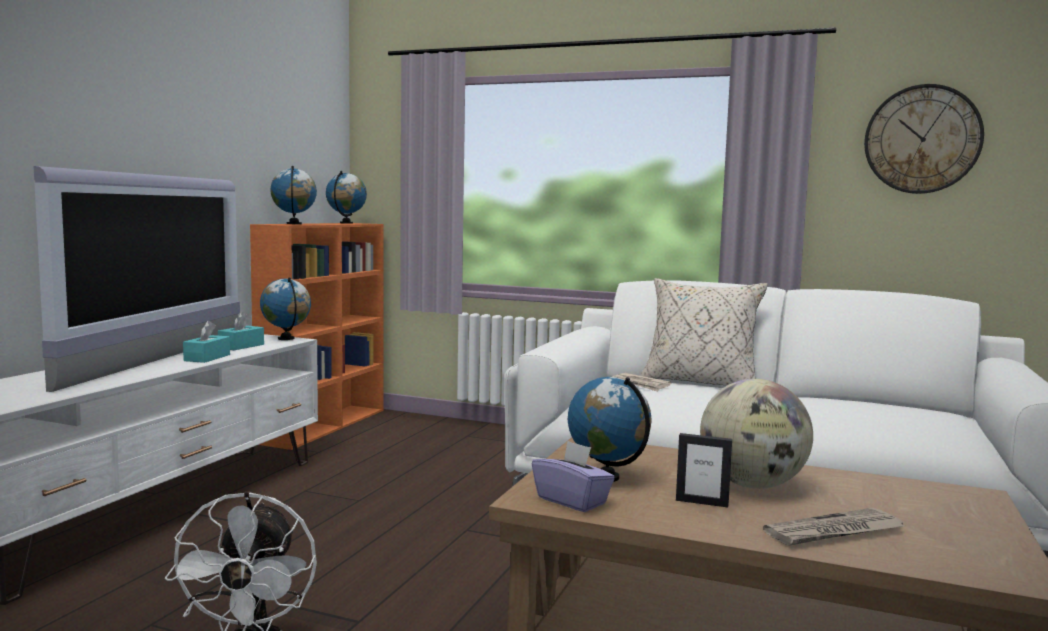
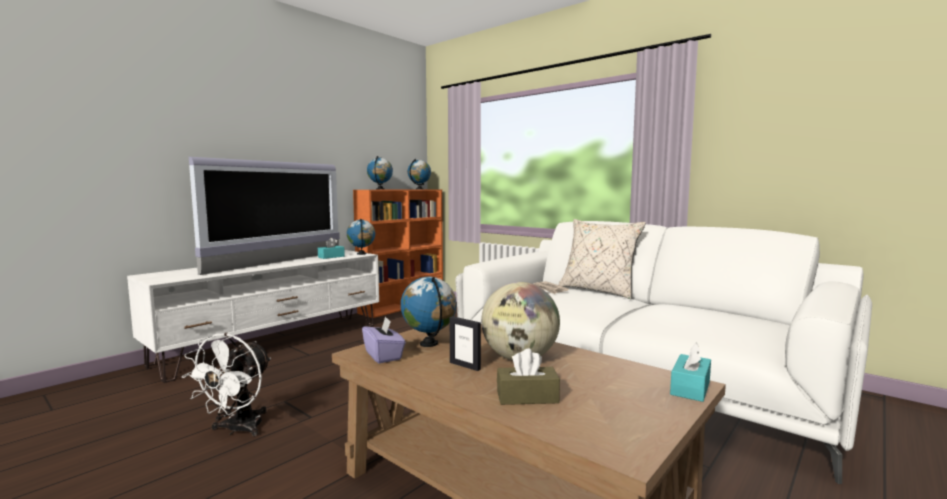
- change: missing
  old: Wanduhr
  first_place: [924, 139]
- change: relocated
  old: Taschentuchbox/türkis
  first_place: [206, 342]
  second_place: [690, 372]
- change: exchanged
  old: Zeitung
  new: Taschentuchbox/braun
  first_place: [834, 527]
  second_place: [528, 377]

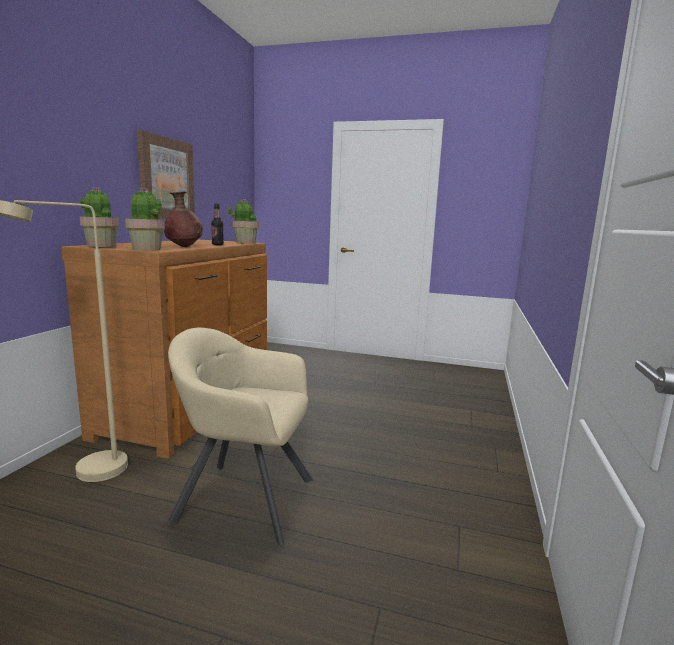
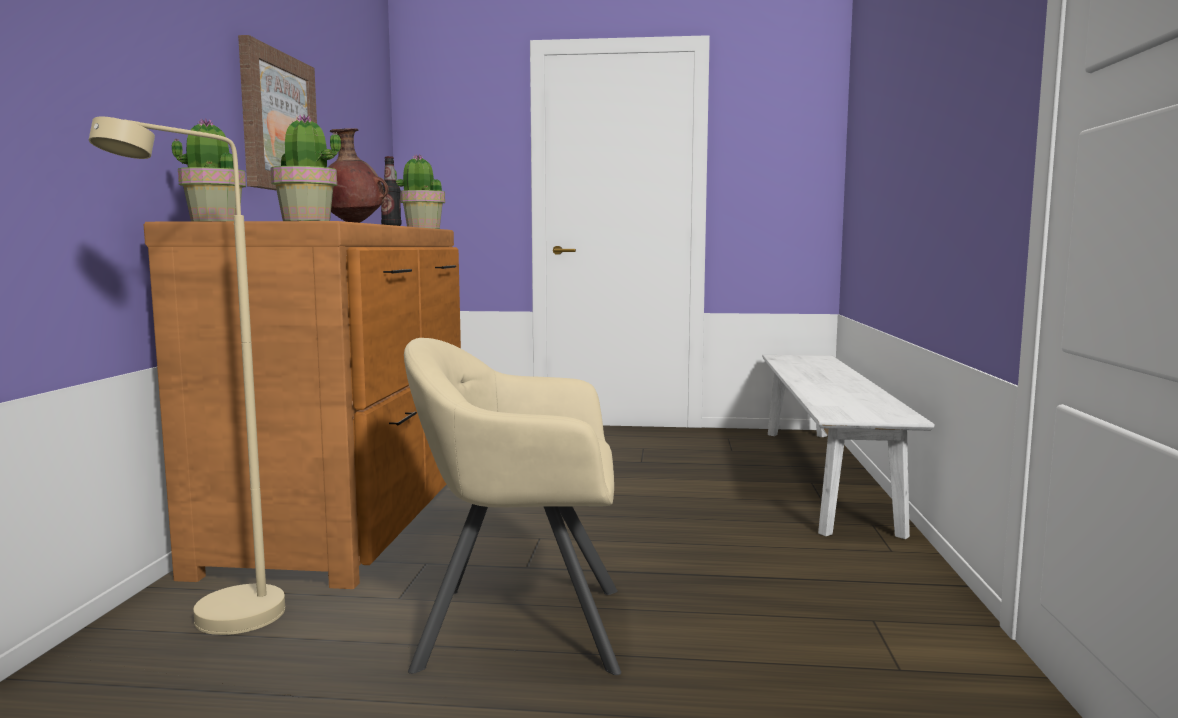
- change: appeared
  new: Bank/weiß
  second_place: [848, 447]

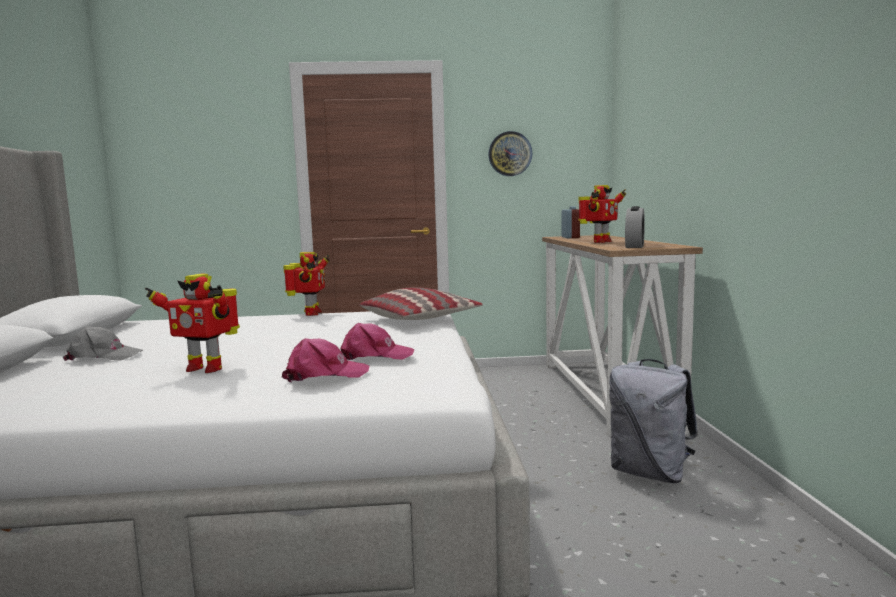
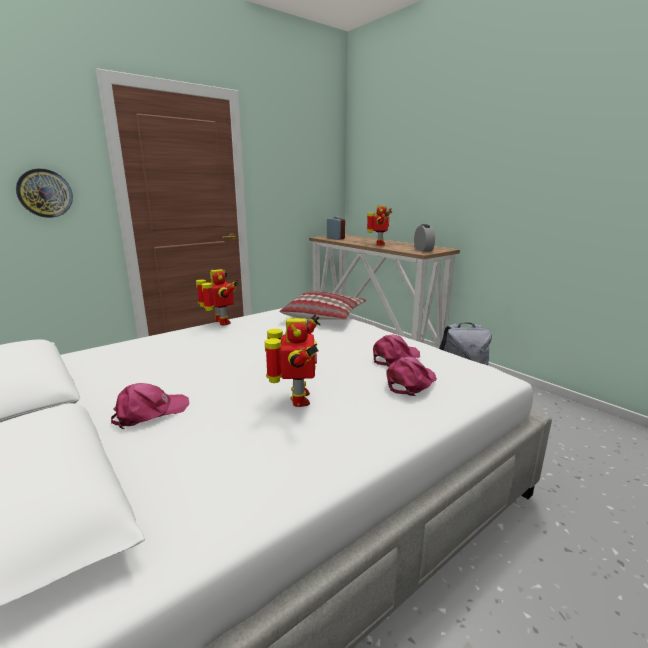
- change: relocated
  old: Wanduhr
  first_place: [510, 153]
  second_place: [44, 193]
- change: spun
  old: Spielzeugroboter
  first_place: [192, 323]
  second_place: [292, 360]
  degrees: -75
- change: colour
  old: Kappe/grau
  new: Kappe/rosa
  first_place: [103, 343]
  second_place: [150, 406]

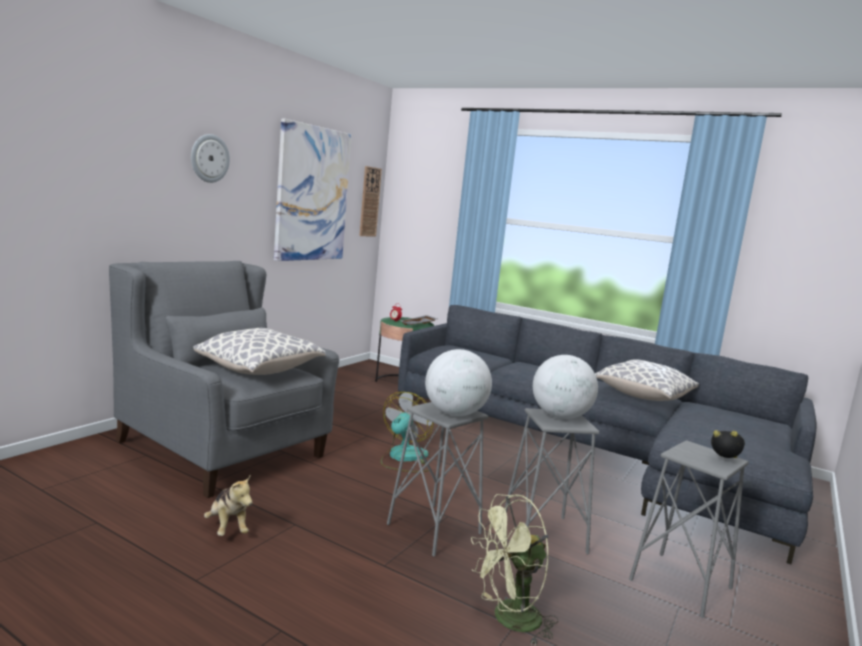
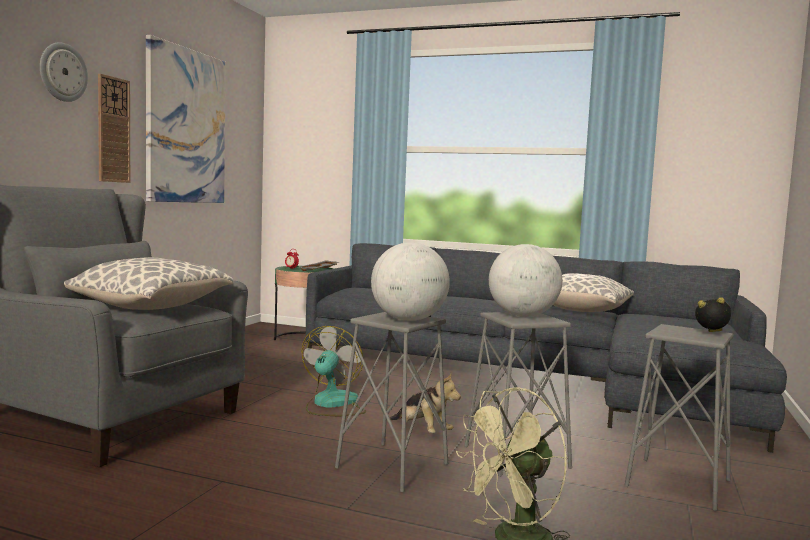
- change: relocated
  old: Wanduhr
  first_place: [370, 201]
  second_place: [114, 128]
- change: relocated
  old: Plüschtier
  first_place: [228, 505]
  second_place: [425, 402]

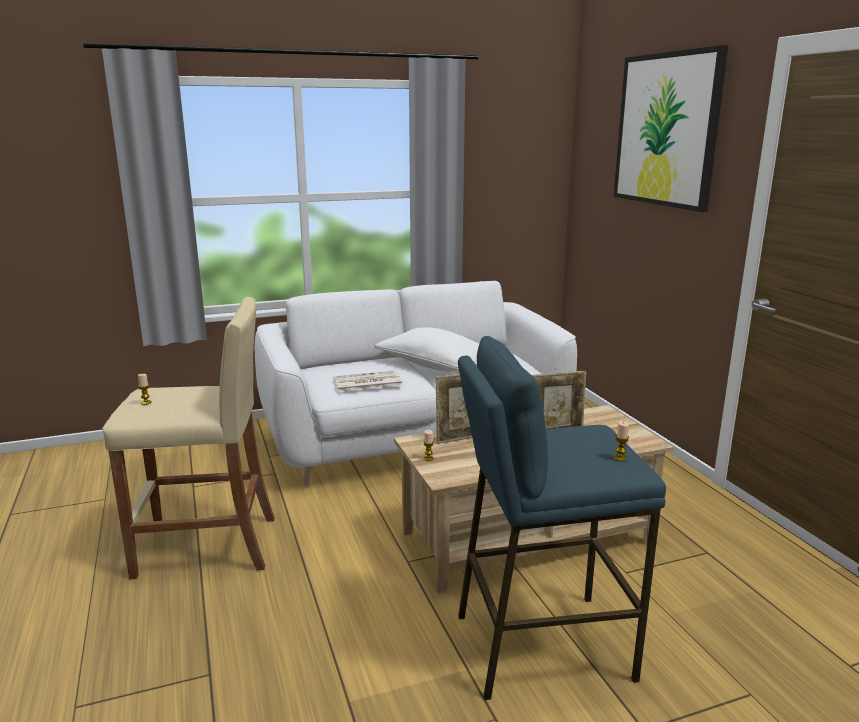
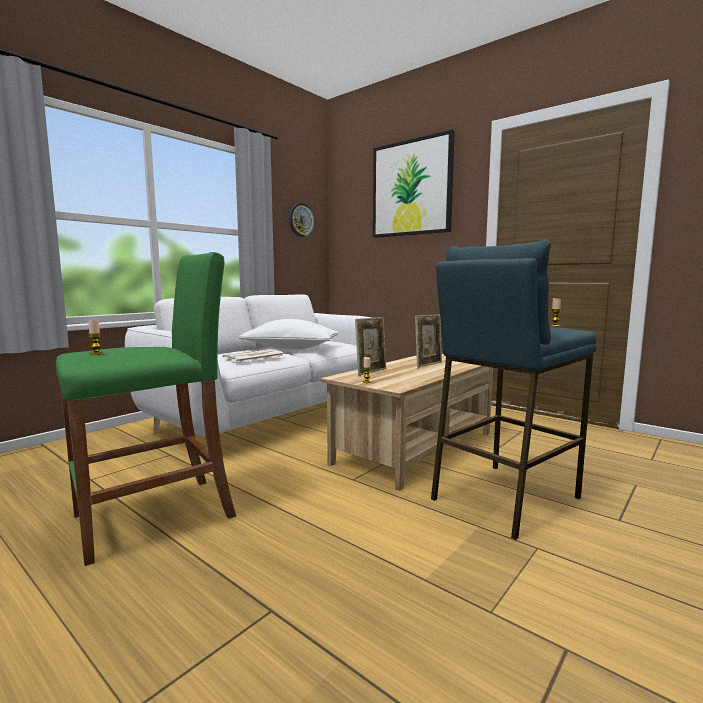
- change: colour
  old: Hocker/beige
  new: Hocker/grün
  first_place: [189, 438]
  second_place: [146, 409]
- change: appeared
  new: Wanduhr
  second_place: [302, 220]

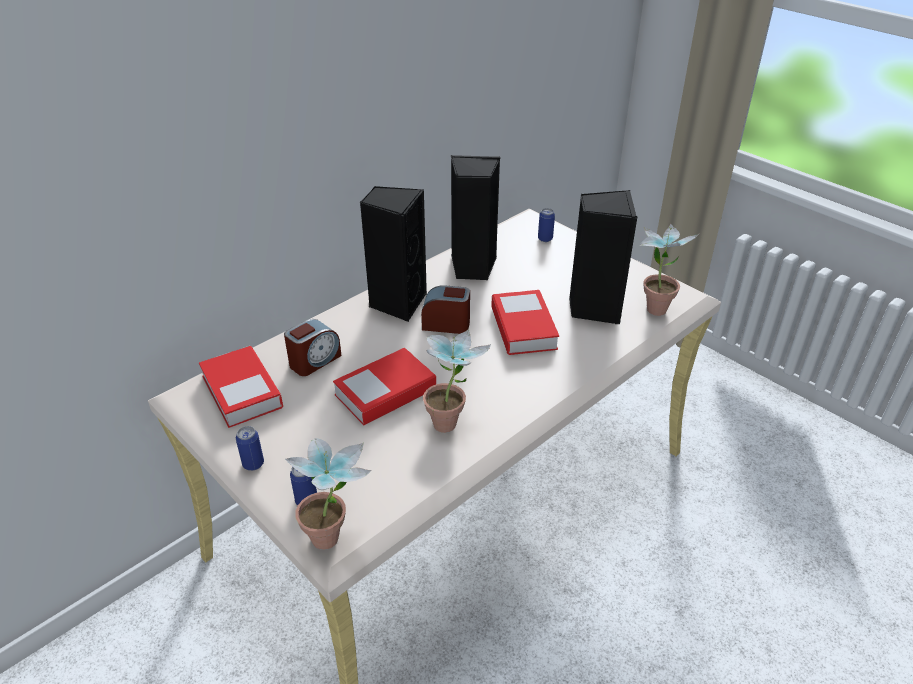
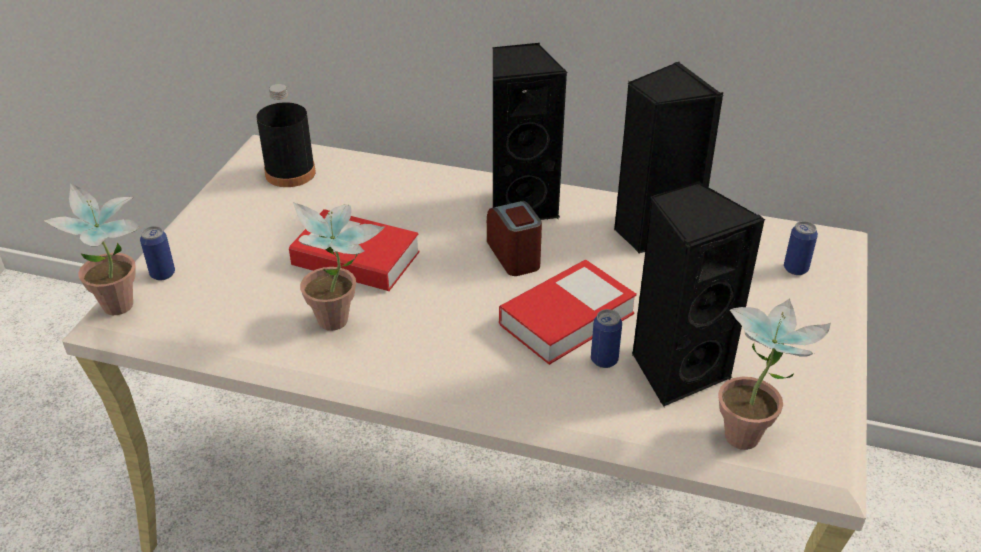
- change: missing
  old: Wecker
  first_place: [313, 347]
- change: exchanged
  old: Buch
  new: Flasche/schwarz
  first_place: [241, 387]
  second_place: [286, 135]
- change: relocated
  old: Dose
  first_place: [250, 448]
  second_place: [606, 338]

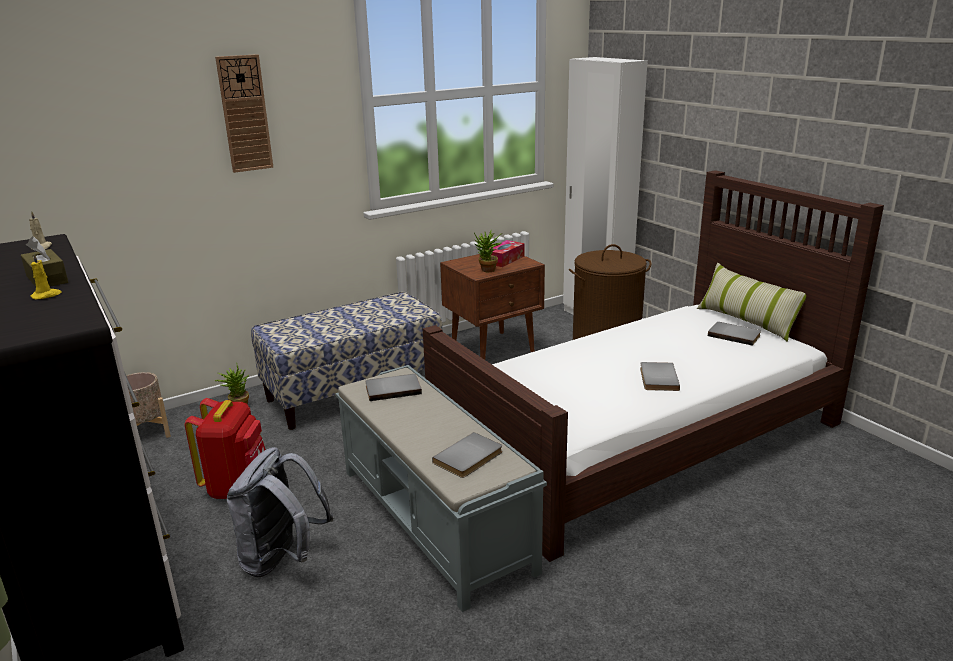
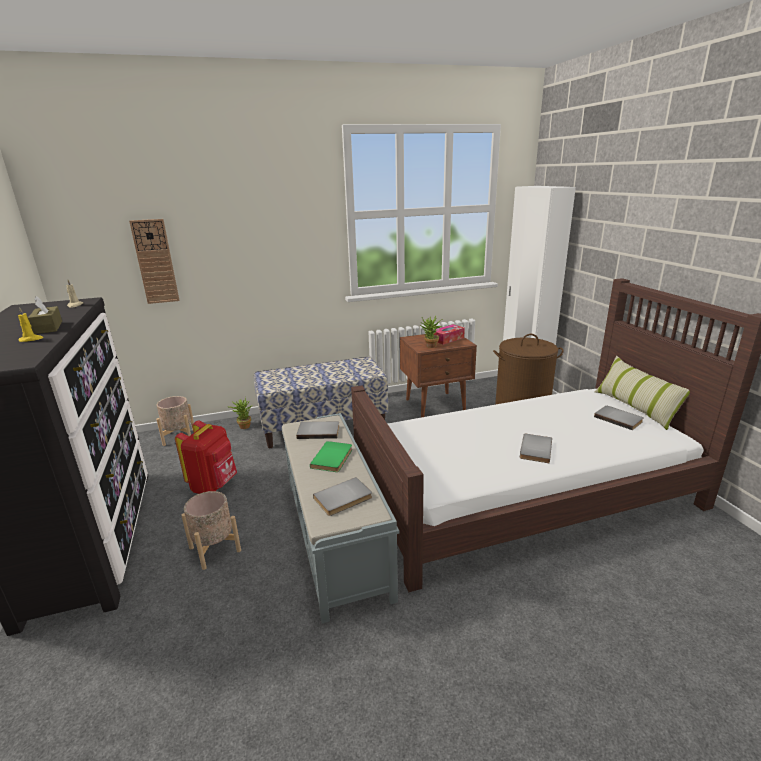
- change: relocated
  old: Wanduhr
  first_place: [244, 113]
  second_place: [154, 261]
- change: exchanged
  old: Rucksack/grau
  new: Pflanzkübel/beige
  first_place: [280, 512]
  second_place: [211, 530]
- change: appeared
  new: Buch/grün
  second_place: [331, 456]

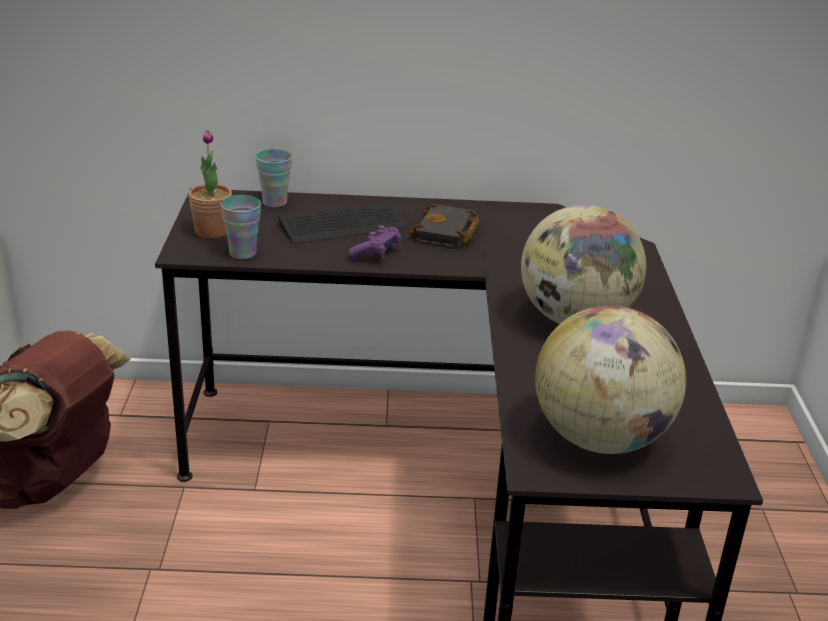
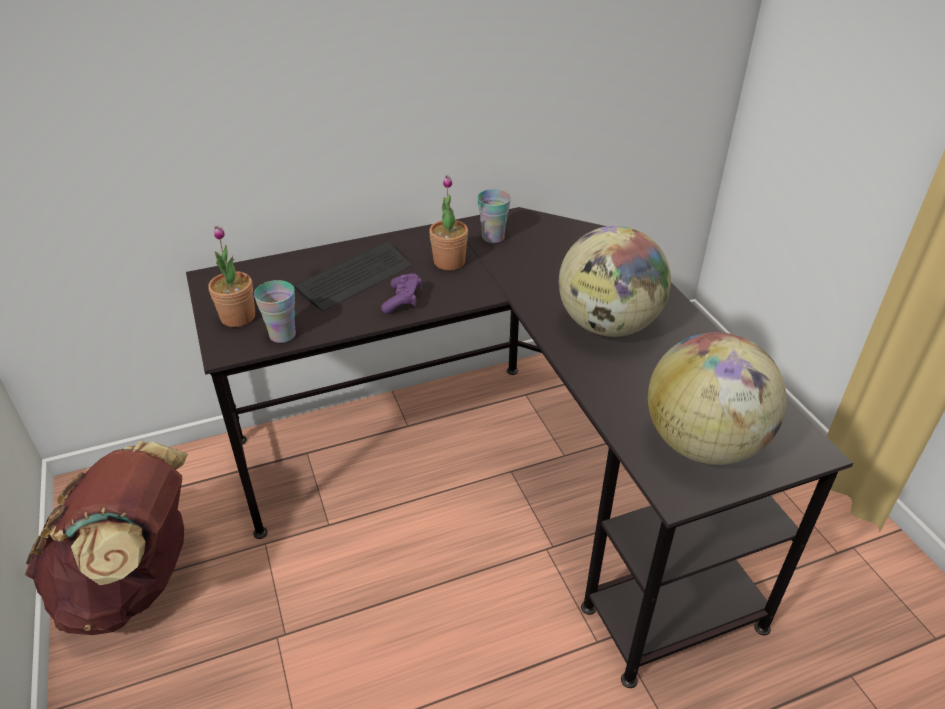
- change: relocated
  old: Tasse
  first_place: [273, 178]
  second_place: [494, 216]
- change: exchanged
  old: Buch/schwarz
  new: Topfpflanze
  first_place: [445, 225]
  second_place: [448, 222]

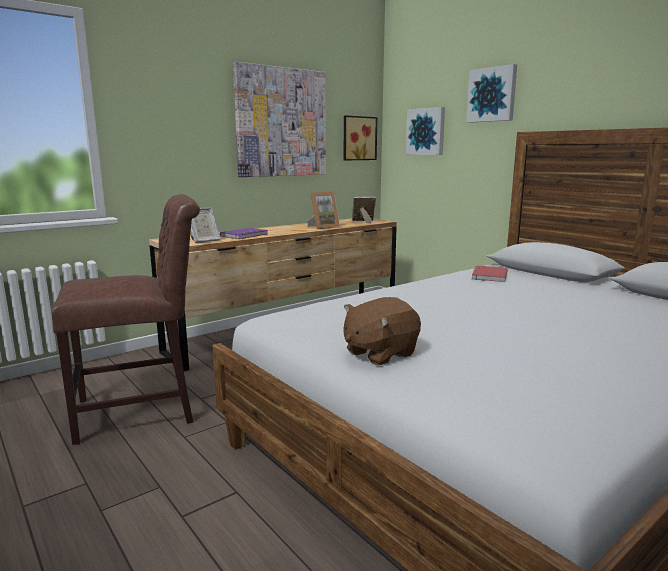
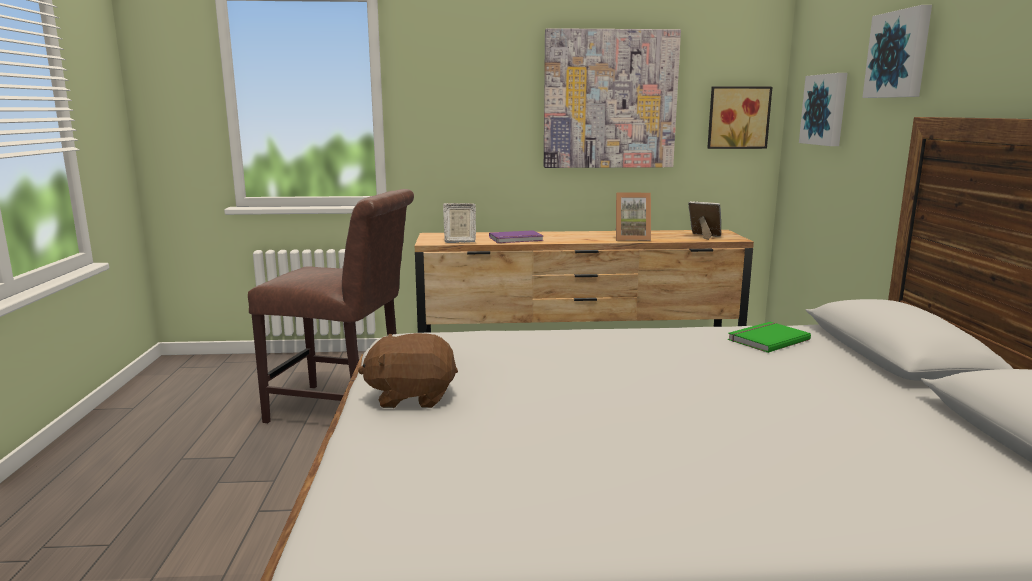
- change: colour
  old: Buch/rot
  new: Buch/grün
  first_place: [490, 273]
  second_place: [769, 337]

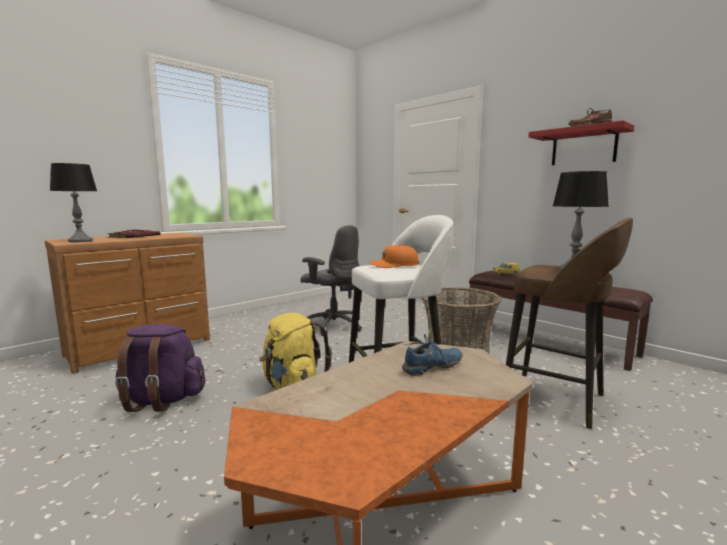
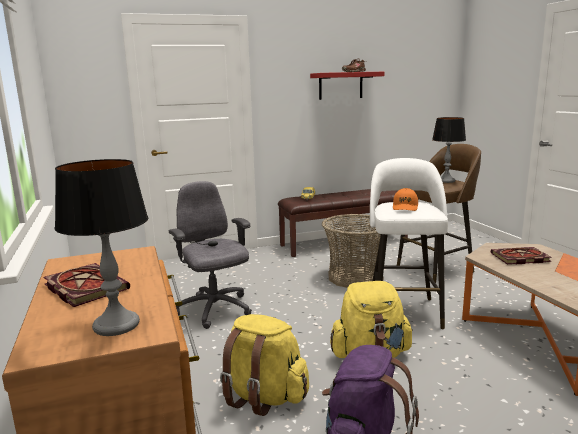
- change: spun
  old: Bürostuhl/grau
  first_place: [331, 280]
  second_place: [210, 255]
  degrees: -90
- change: exchanged
  old: Schuh/blau
  new: Buch
  first_place: [432, 355]
  second_place: [521, 255]
- change: appeared
  new: Rucksack/gelb
  second_place: [264, 365]

